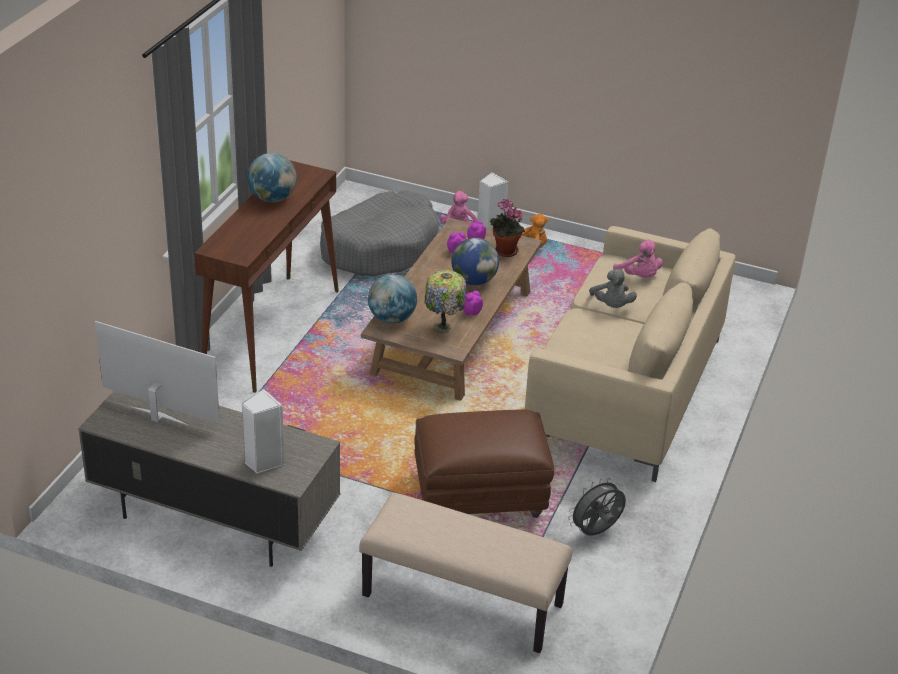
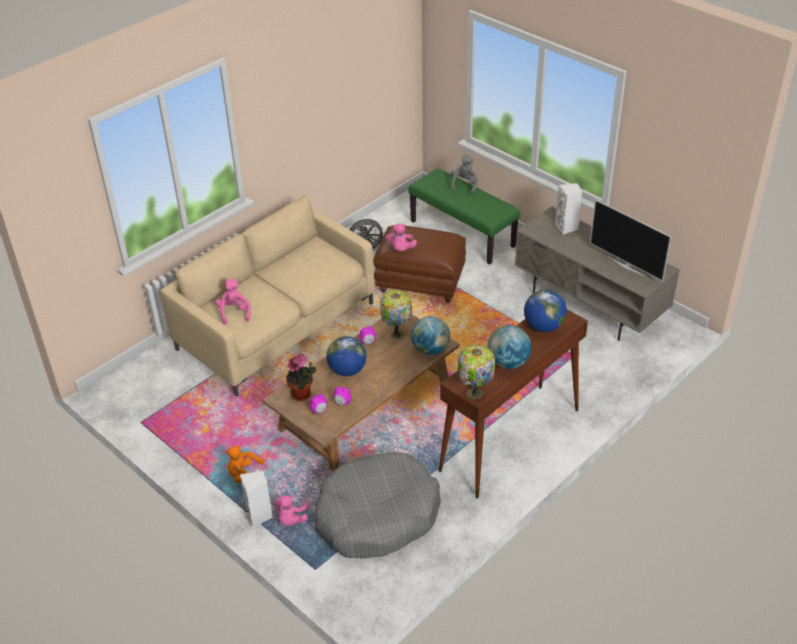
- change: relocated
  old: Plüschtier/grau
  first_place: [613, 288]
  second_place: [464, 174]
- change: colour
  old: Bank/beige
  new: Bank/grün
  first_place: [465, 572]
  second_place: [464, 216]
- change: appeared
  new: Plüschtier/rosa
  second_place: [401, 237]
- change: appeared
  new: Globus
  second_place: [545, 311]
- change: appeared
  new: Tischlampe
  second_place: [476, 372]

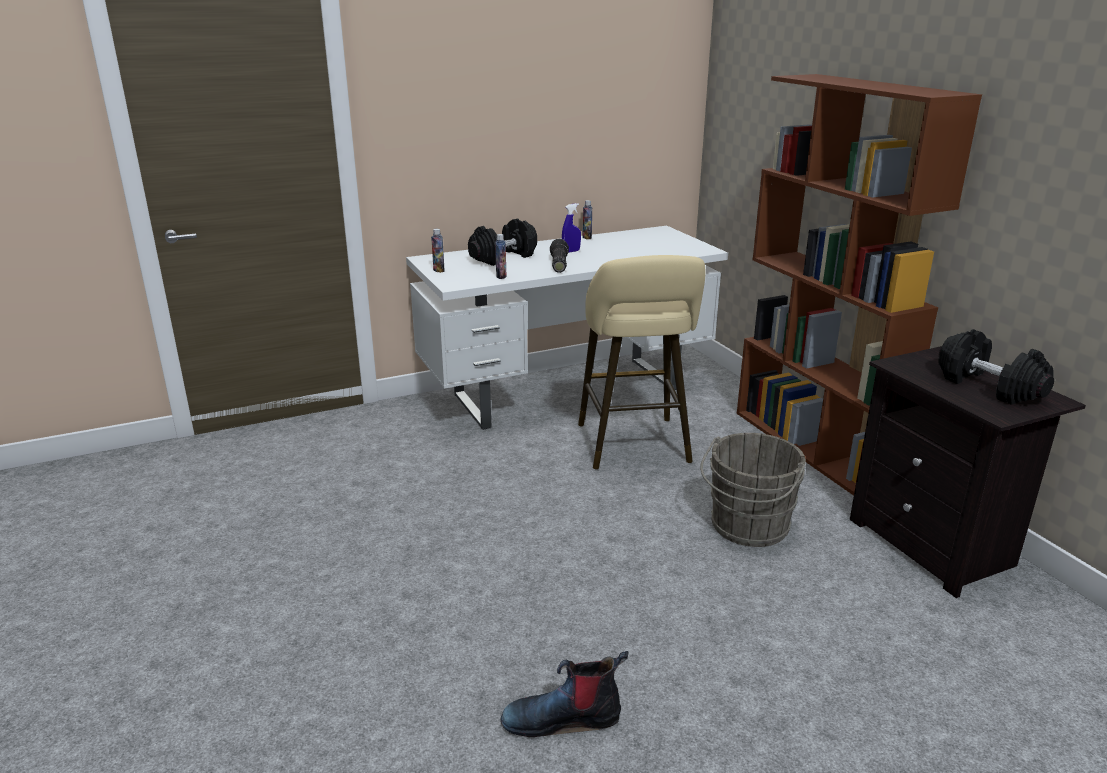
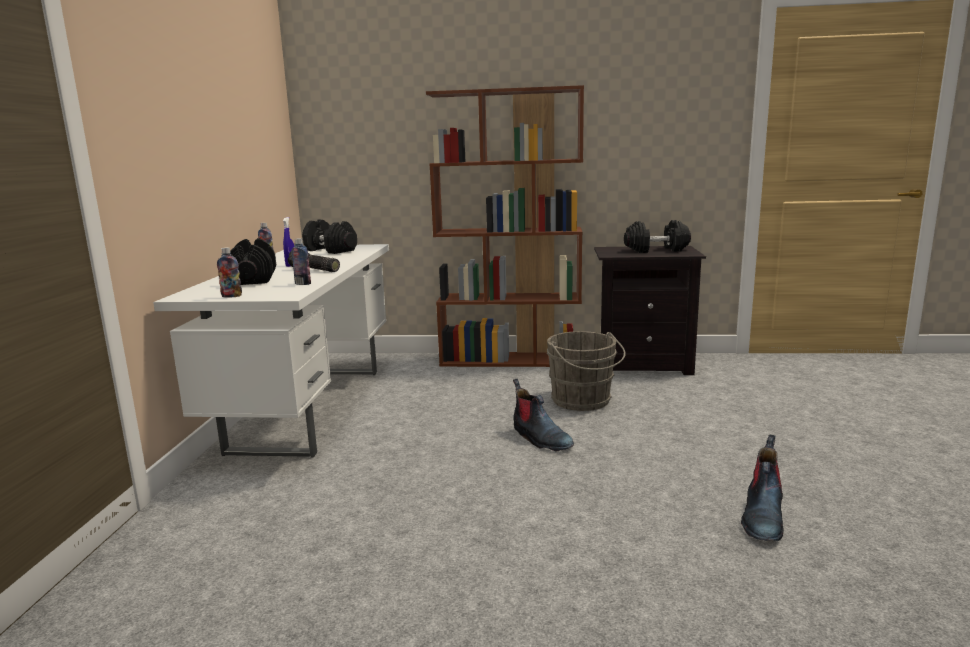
- change: missing
  old: Hocker/beige
  first_place: [641, 362]
- change: appeared
  new: Hantel/schwarz
  second_place: [329, 237]
- change: appeared
  new: Stiefel
  second_place: [543, 415]

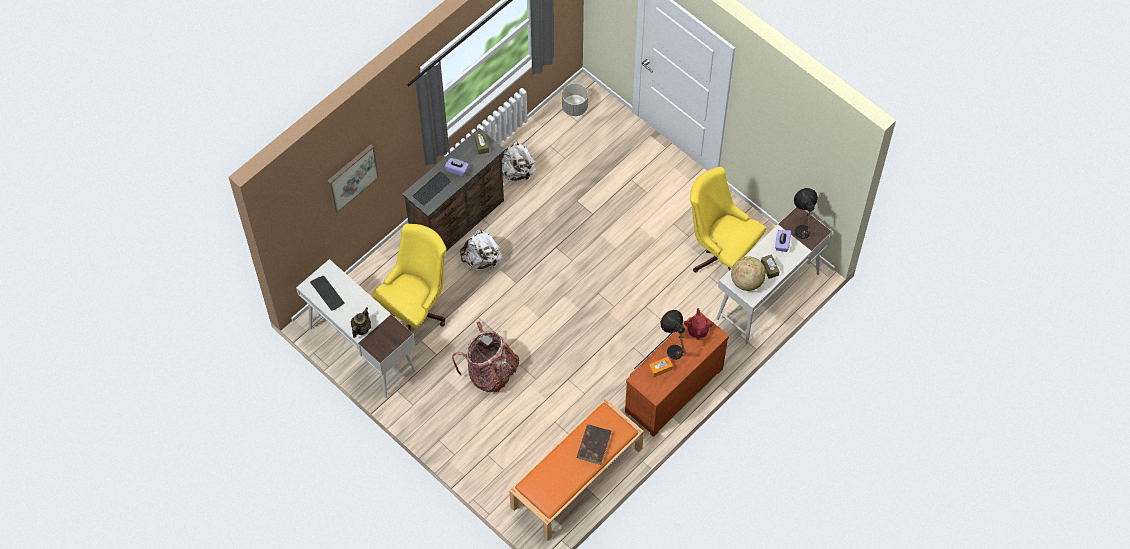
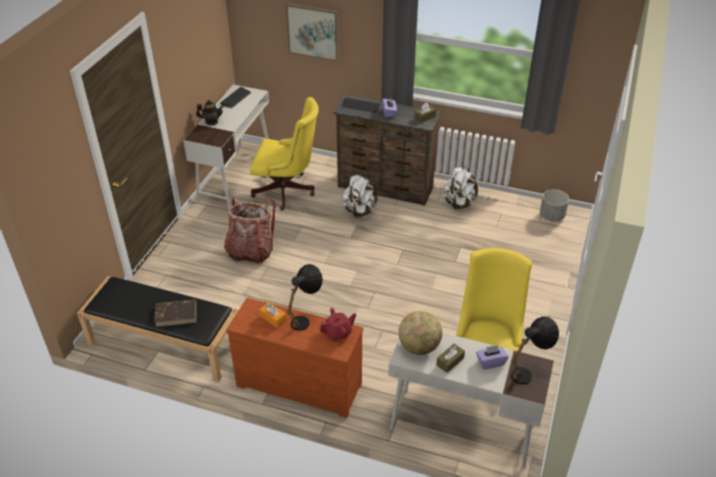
- change: colour
  old: Bank/orange
  new: Bank/schwarz
  first_place: [576, 470]
  second_place: [158, 329]

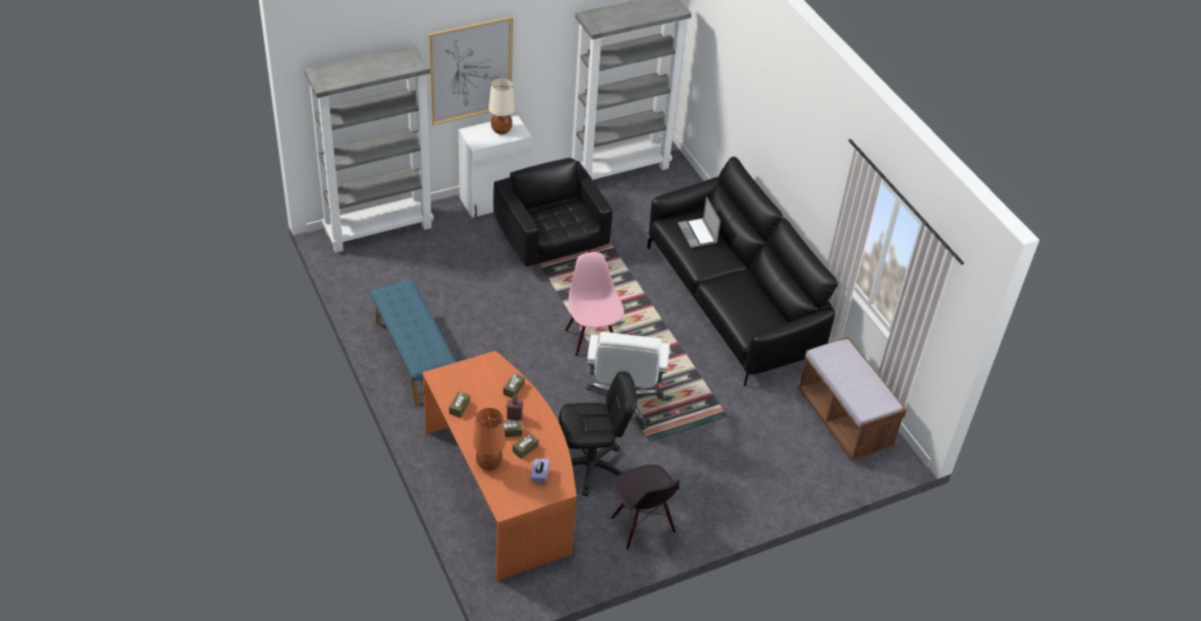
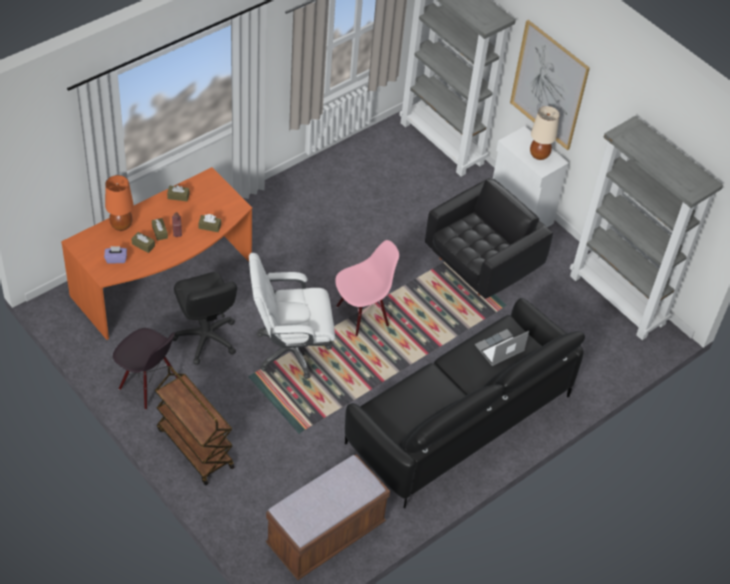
- change: missing
  old: Bank/blau
  first_place: [413, 342]
- change: spun
  old: Stuhl/schwarz
  first_place: [645, 507]
  second_place: [145, 369]
  degrees: -105
- change: appeared
  new: Rollwagen/braun
  second_place: [194, 425]

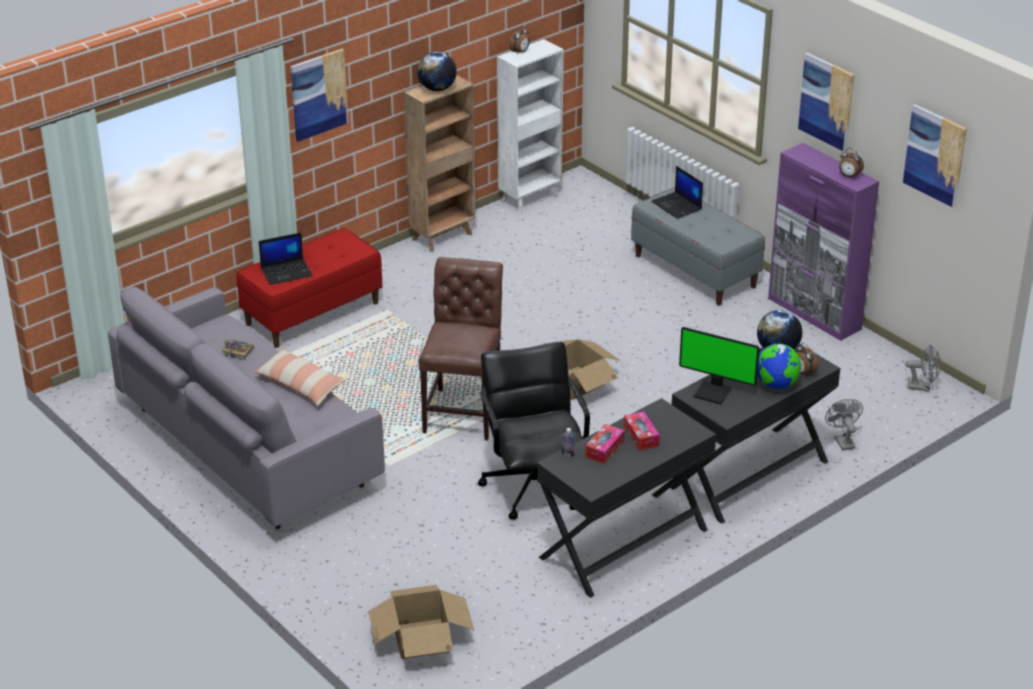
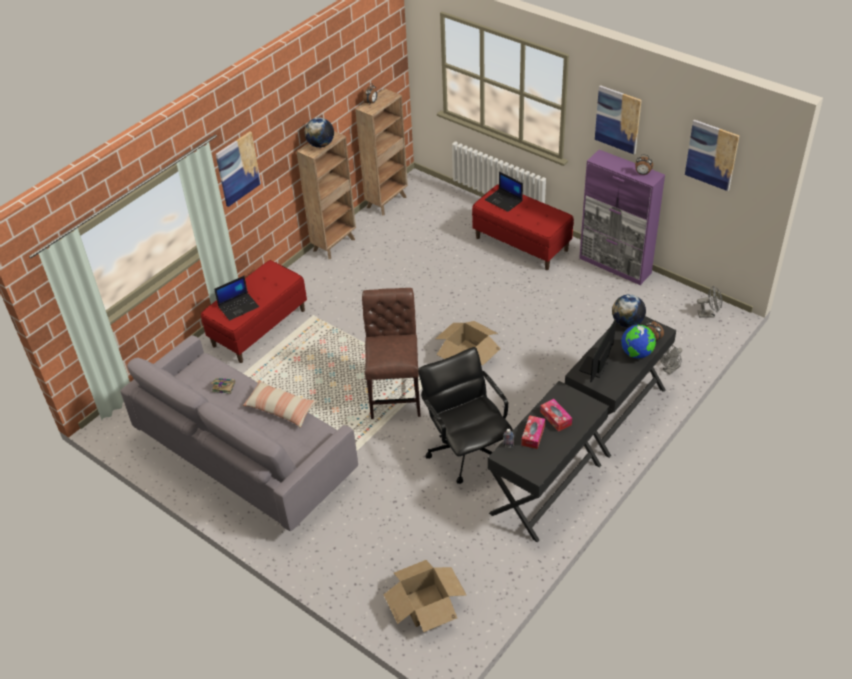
- change: colour
  old: Bücherregal/weiß
  new: Bücherregal/braun
  first_place: [530, 126]
  second_place: [381, 151]
- change: colour
  old: Bank/grau
  new: Bank/rot
  first_place: [698, 246]
  second_place: [523, 227]
- change: spun
  old: Monitor
  first_place: [719, 365]
  second_place: [597, 350]
  degrees: 105
- change: spun
  old: Ventilator/grau
  first_place: [844, 424]
  second_place: [671, 360]
  degrees: -105

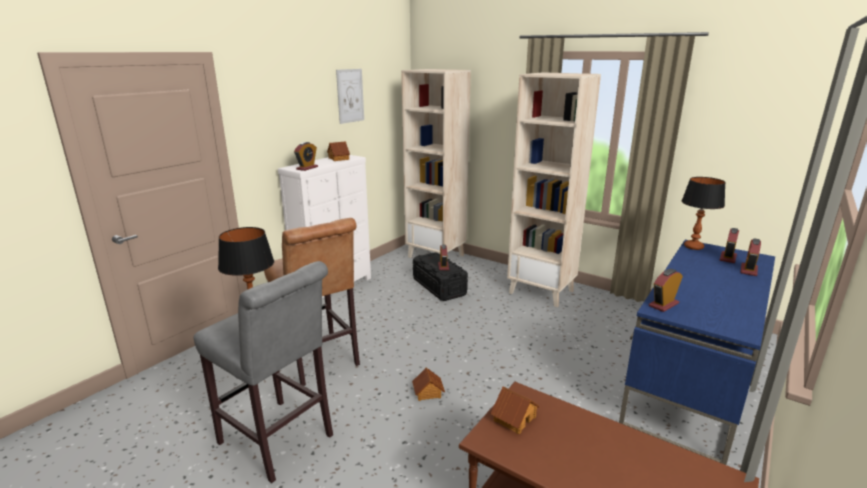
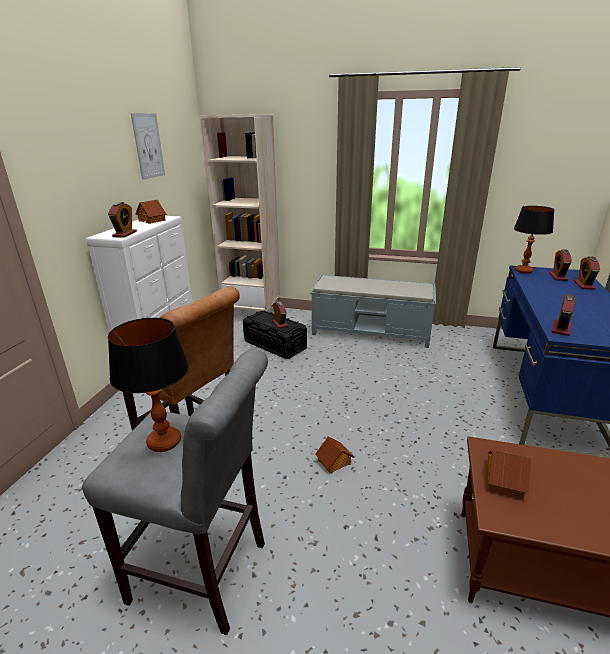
- change: exchanged
  old: Bücherregal/beige
  new: Bank/grau
  first_place: [554, 189]
  second_place: [373, 311]

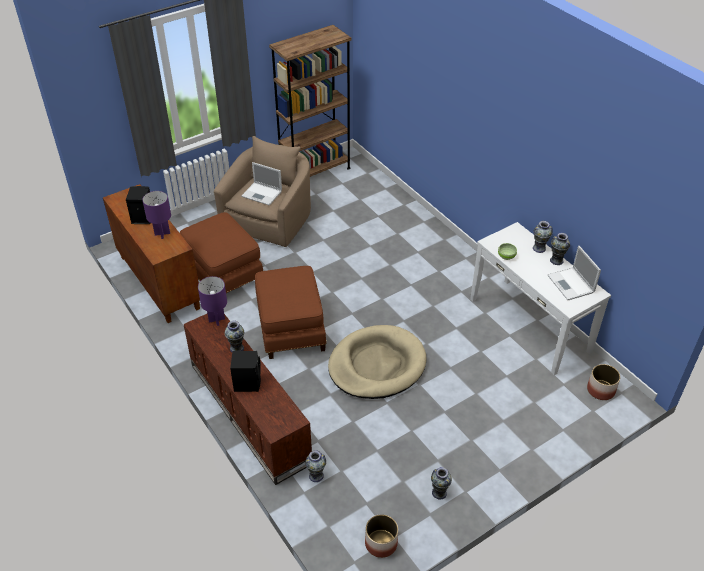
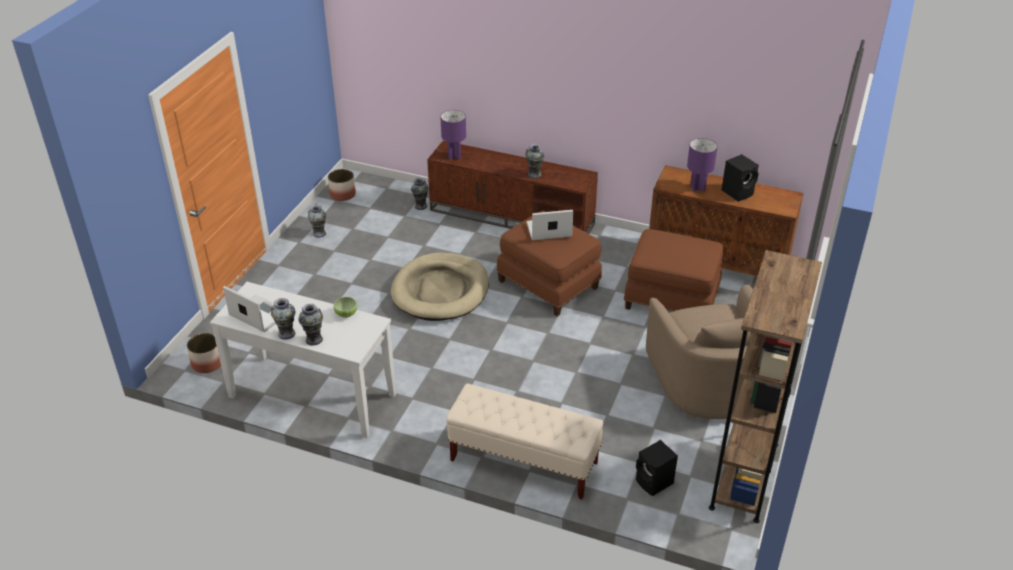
- change: relocated
  old: Laptop
  first_place: [261, 184]
  second_place: [549, 225]
- change: relocated
  old: Tischlampe/lila
  first_place: [212, 301]
  second_place: [453, 135]
- change: relocated
  old: Lautsprecher/schwarz
  first_place: [245, 371]
  second_place: [657, 468]
- change: appeared
  new: Bank/beige
  second_place: [525, 441]

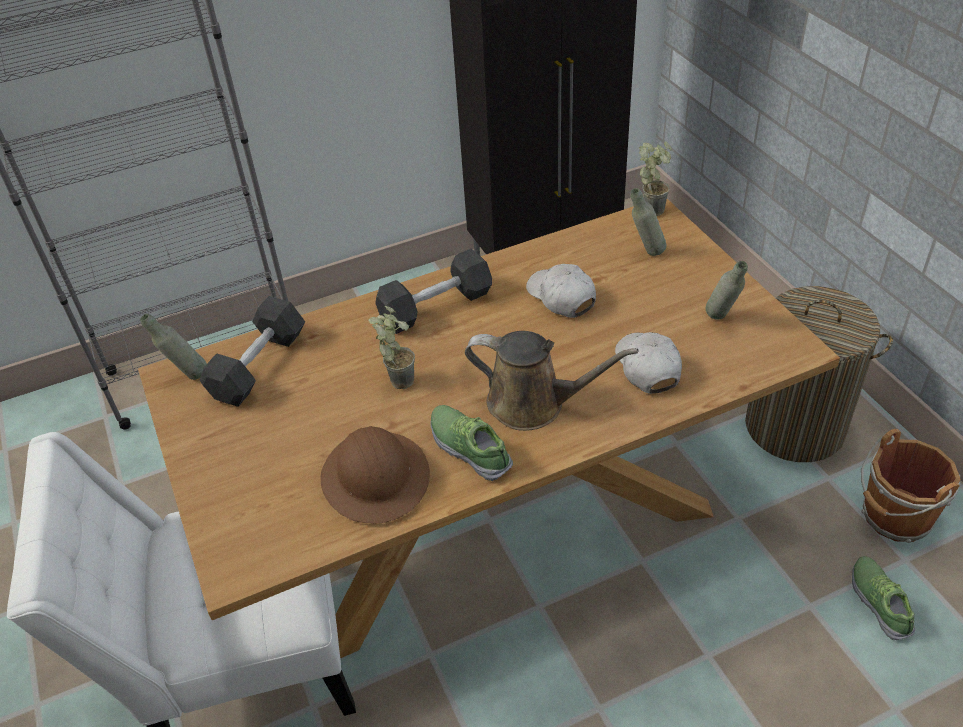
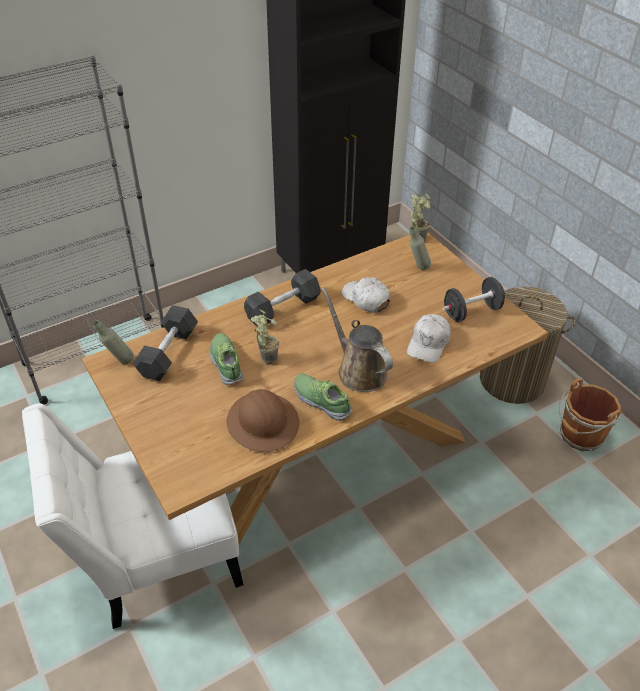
- change: exchanged
  old: Flasche/grau
  new: Hantel/schwarz
  first_place: [727, 290]
  second_place: [474, 299]
- change: spun
  old: Gießkanne/braun
  first_place: [552, 381]
  second_place: [357, 339]
  degrees: -135
- change: spun
  old: Kappe/weiß
  first_place: [648, 363]
  second_place: [429, 338]
  degrees: -135
- change: relocated
  old: Schuh
  first_place: [883, 598]
  second_place: [227, 359]

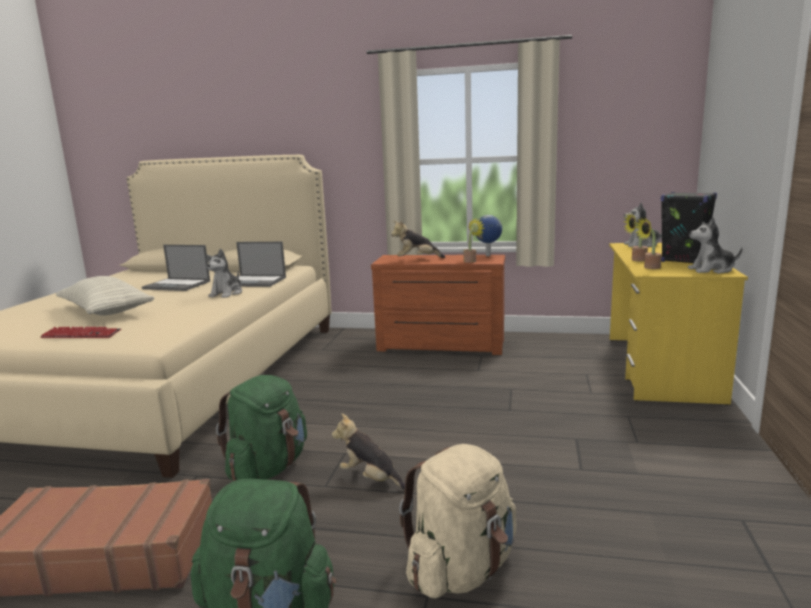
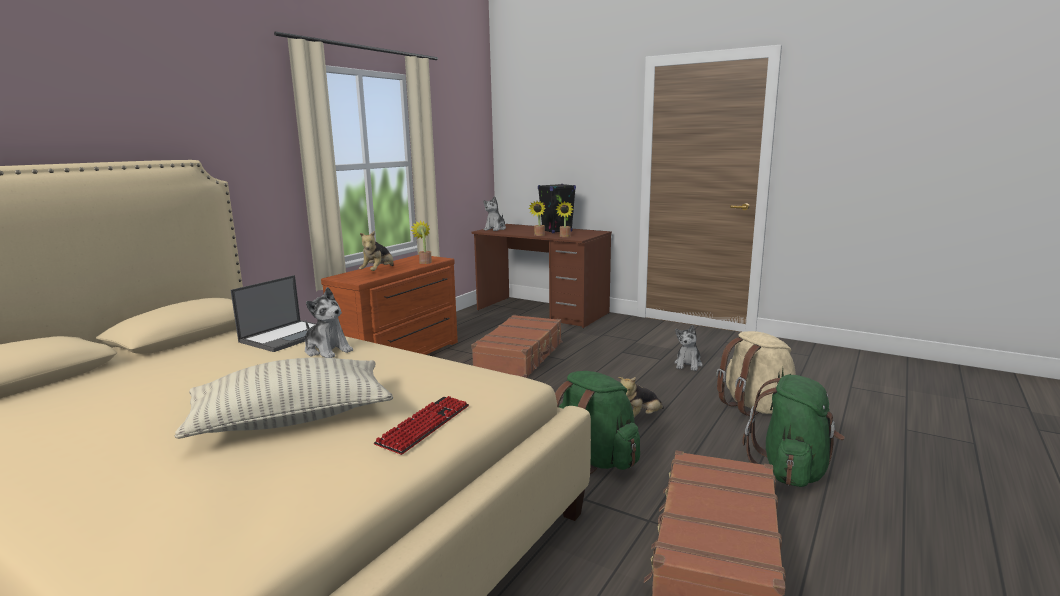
- change: missing
  old: Globus
  first_place: [489, 235]
- change: relocated
  old: Plüschtier
  first_place: [715, 245]
  second_place: [688, 348]
- change: colour
  old: Schreibtisch/gelb
  new: Schreibtisch/braun
  first_place: [678, 324]
  second_place: [541, 276]
- change: missing
  old: Laptop
  first_place: [176, 268]
- change: appeared
  new: Koffer/braun
  second_place: [517, 346]

